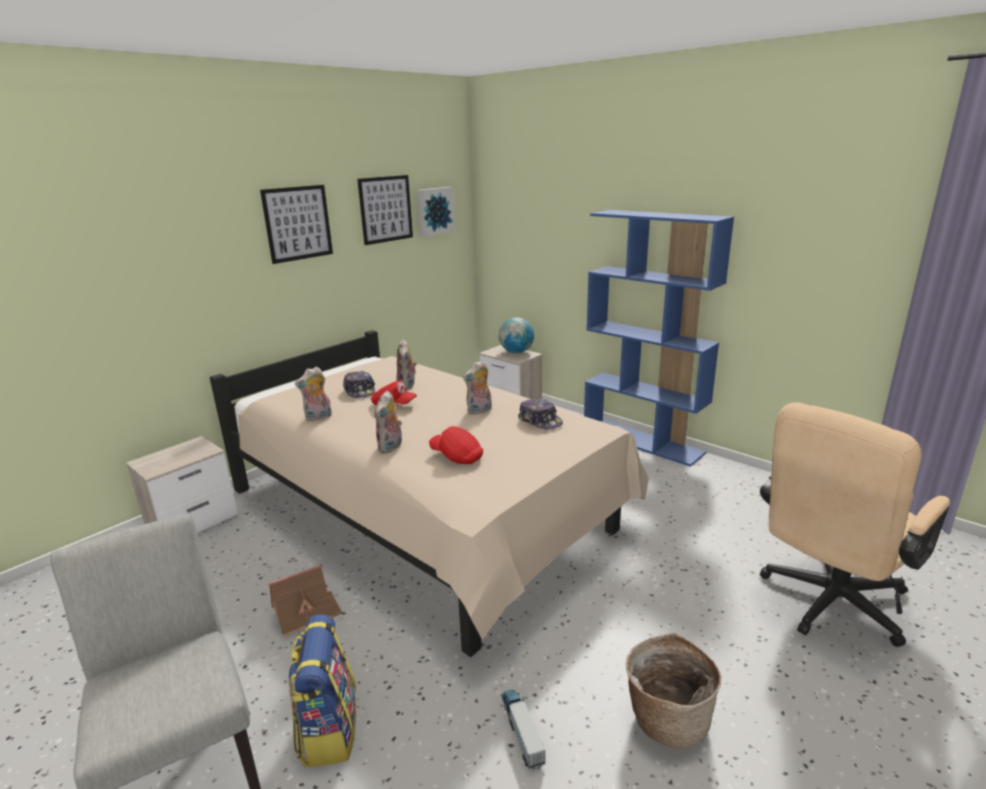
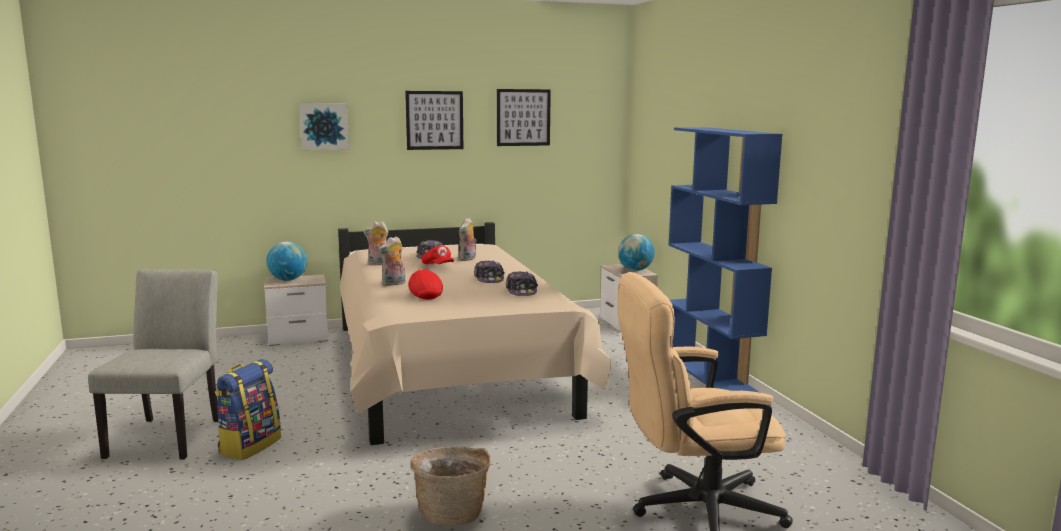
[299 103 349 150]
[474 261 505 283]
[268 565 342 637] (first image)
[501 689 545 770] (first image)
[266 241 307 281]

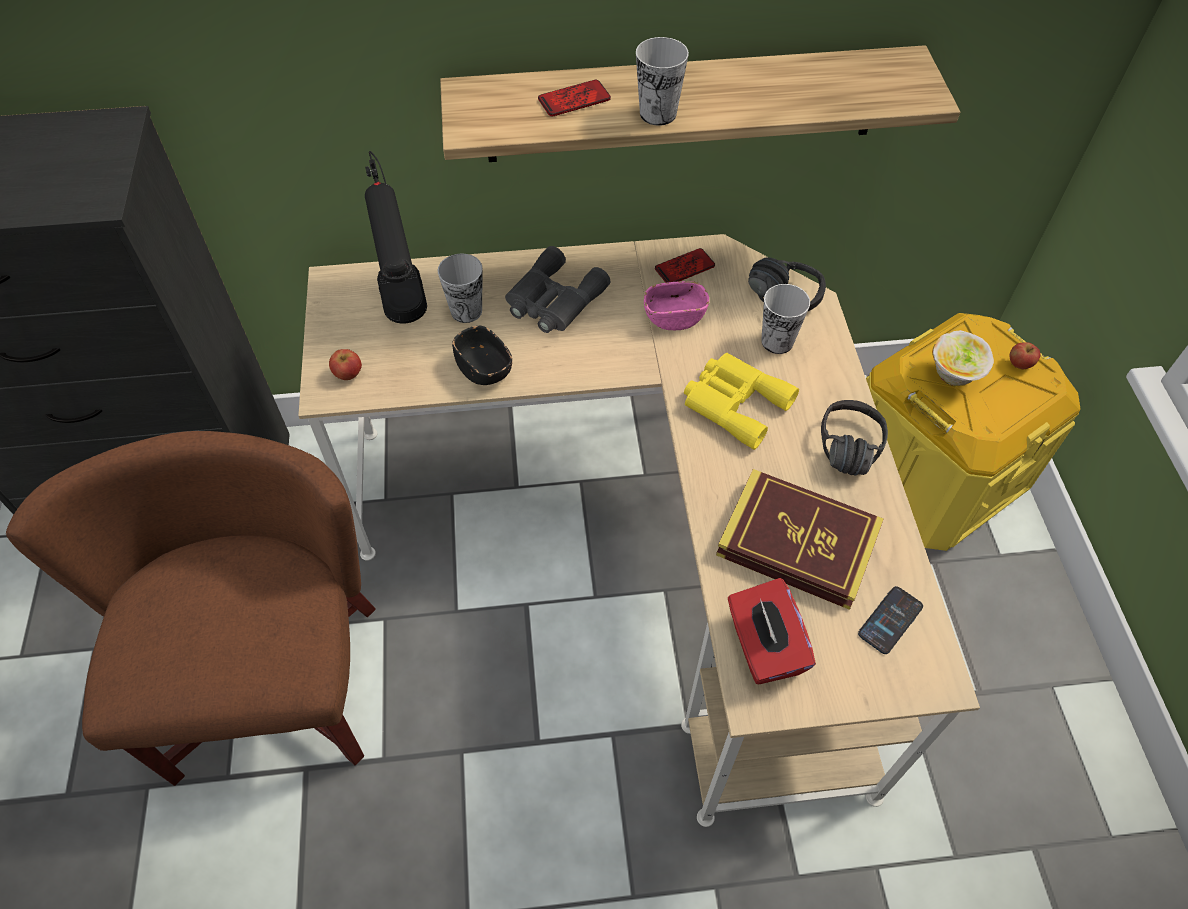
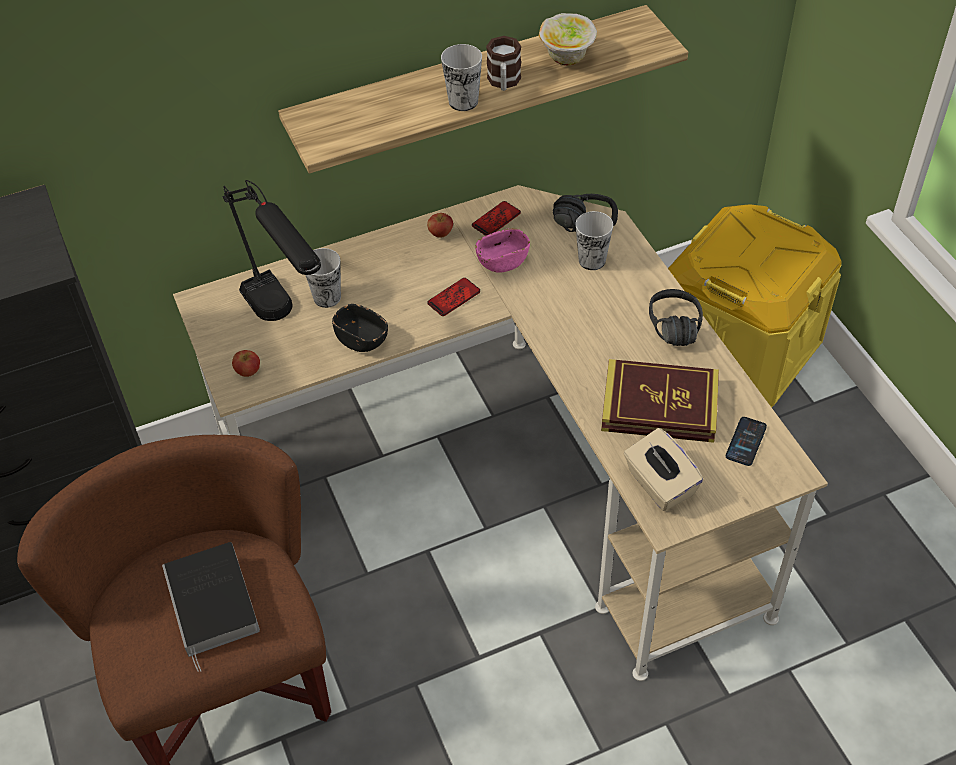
[427 278 480 316]
[505 246 611 333] (first image)
[539 13 597 66]
[427 213 453 238]
[684 353 799 450] (first image)
[624 428 704 511]
[486 36 521 91]
[162 542 260 672]

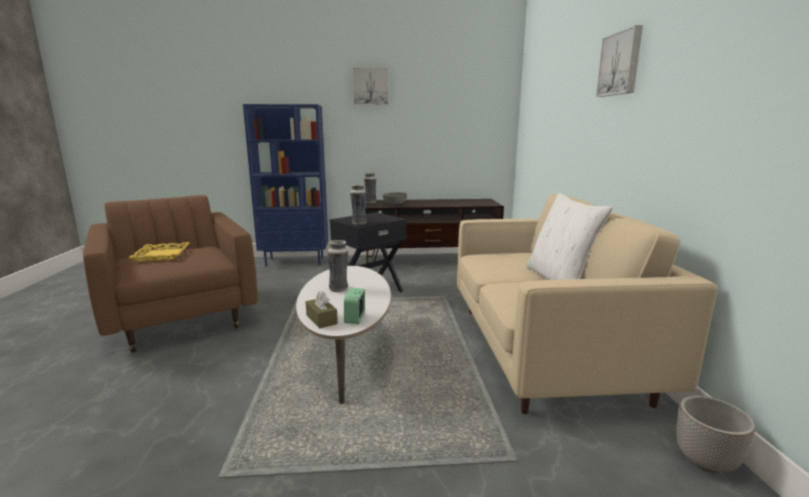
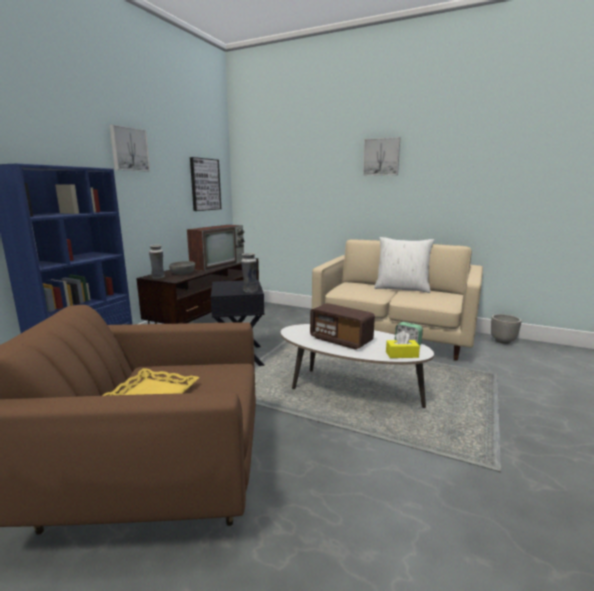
[310 303 375 350]
[386 331 420 358]
[190 157 221 211]
[187 225 245 271]

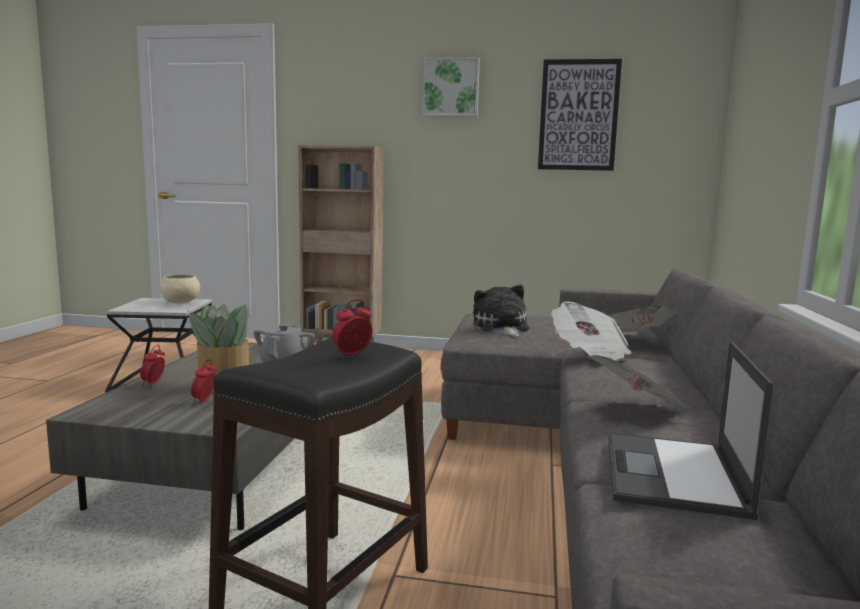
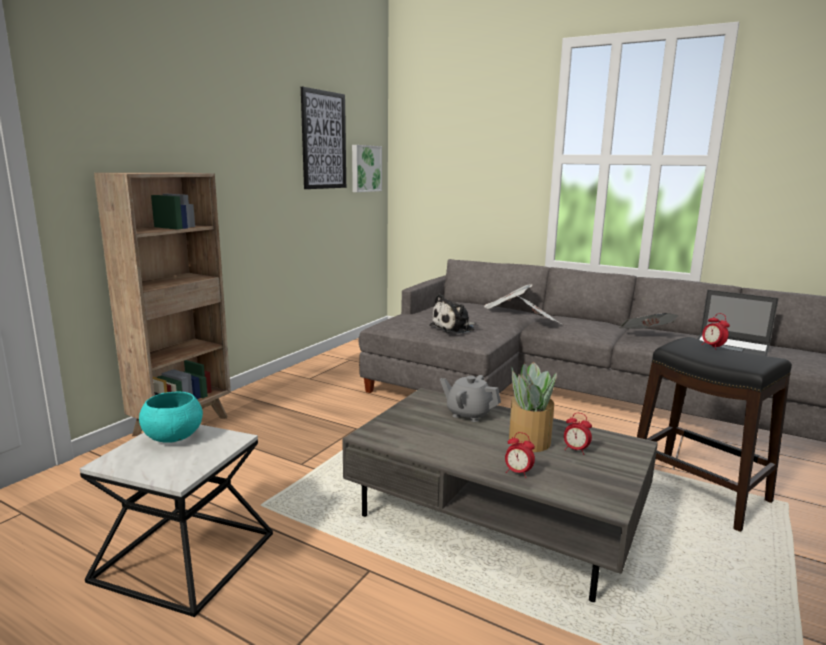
[352 145 382 192]
[139 391 203 443]
[429 294 476 334]

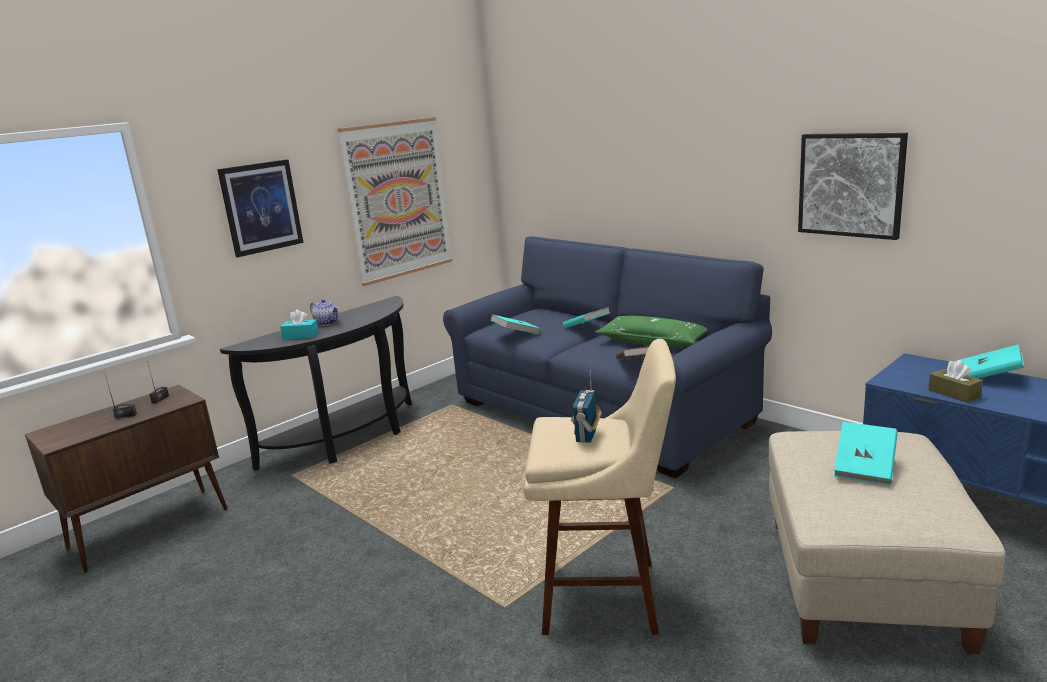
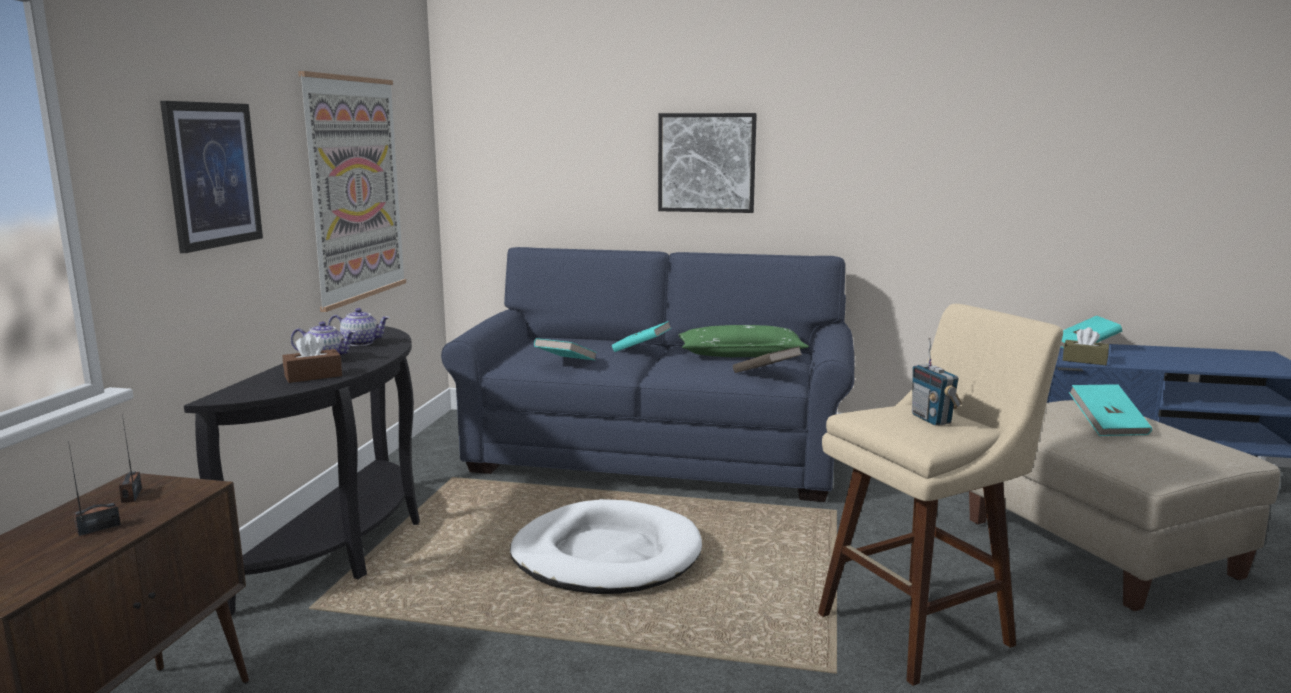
[658 113 757 213]
[283 333 342 383]
[328 308 390 346]
[510 499 702 594]

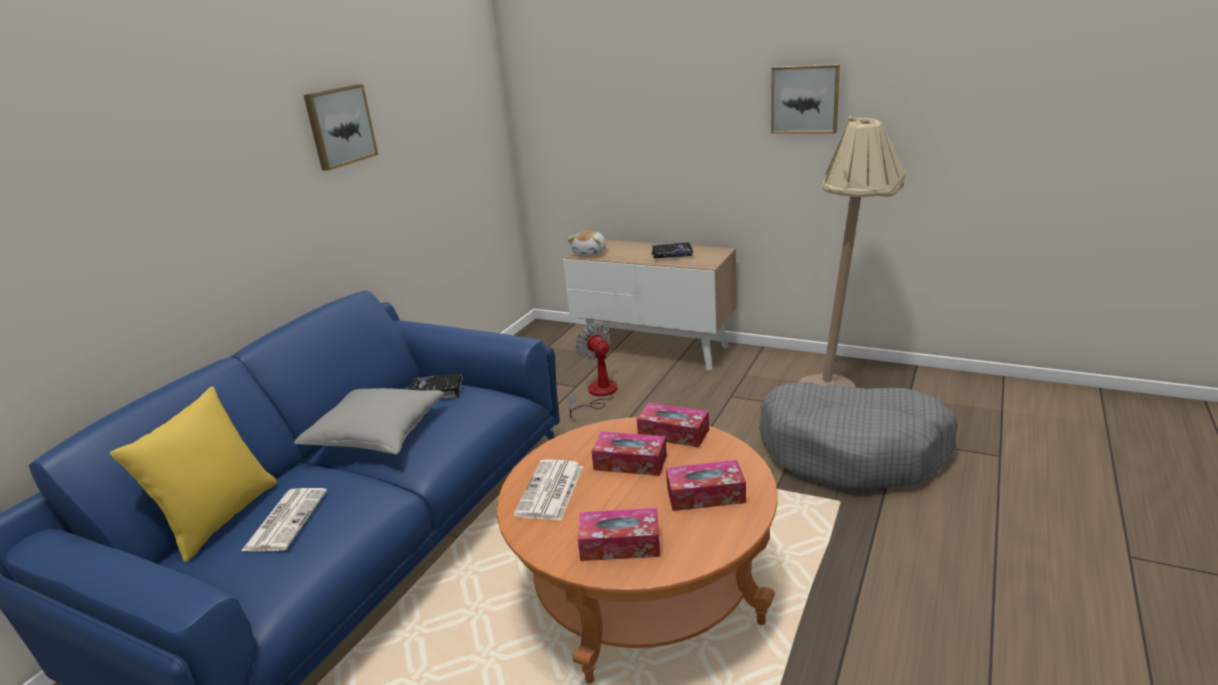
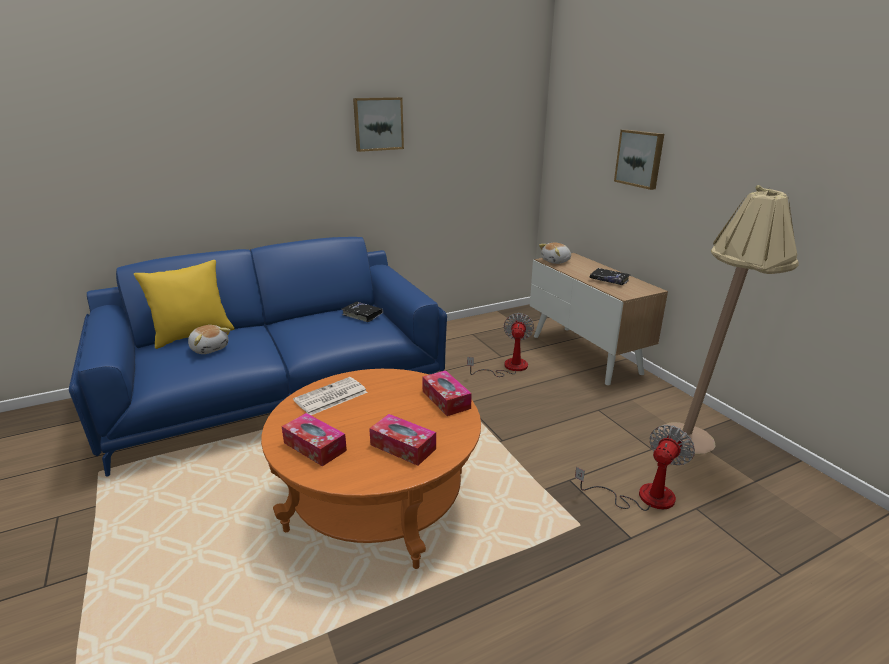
[614 129 664 190]
[575 425 695 511]
[294 388 444 455] (first image)
[591 432 667 476] (first image)
[188 325 230 354]

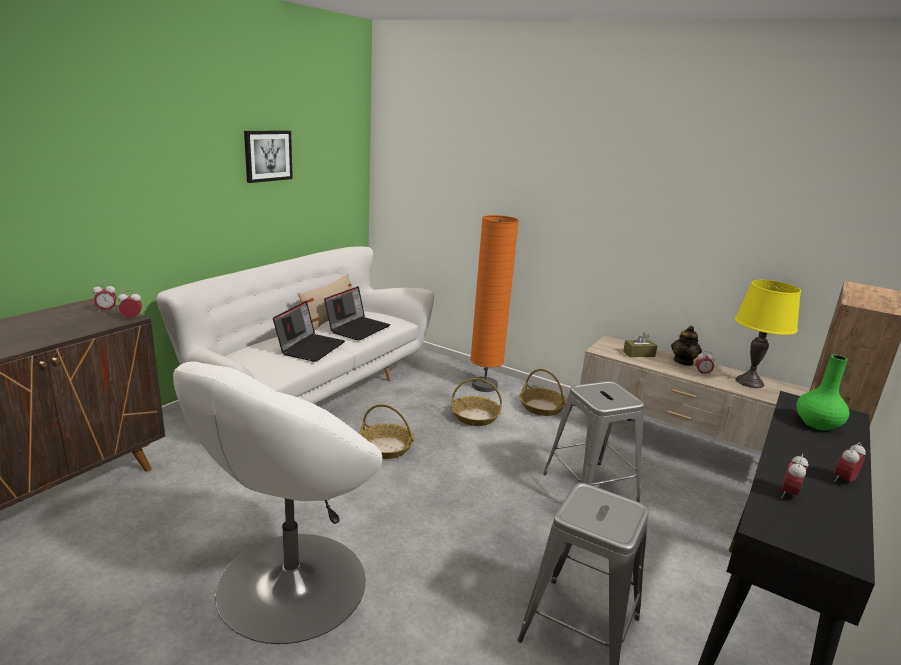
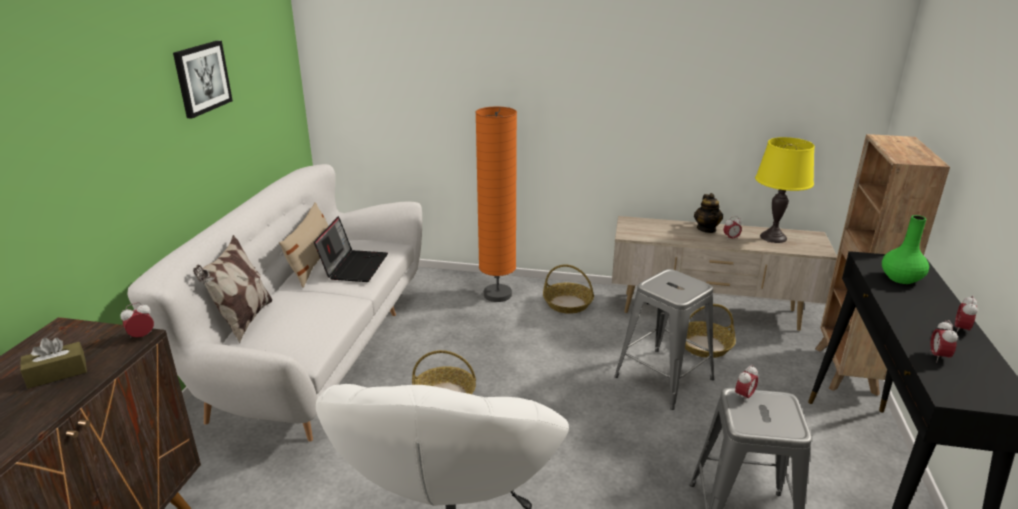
[735 365 758 403]
[273 301 345 362] (first image)
[20 338 87 389]
[685 304 736 358]
[193 235 272 343]

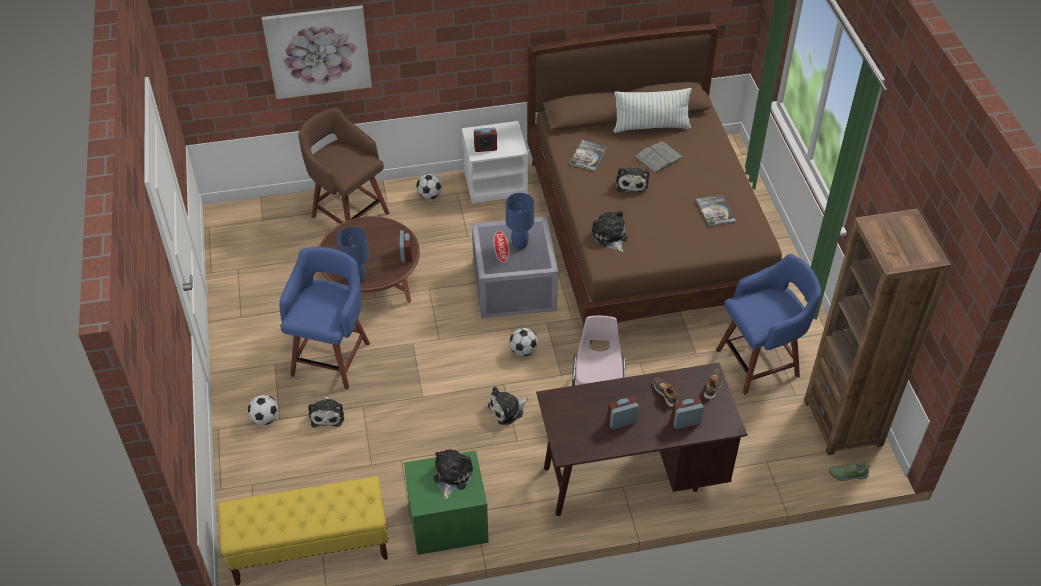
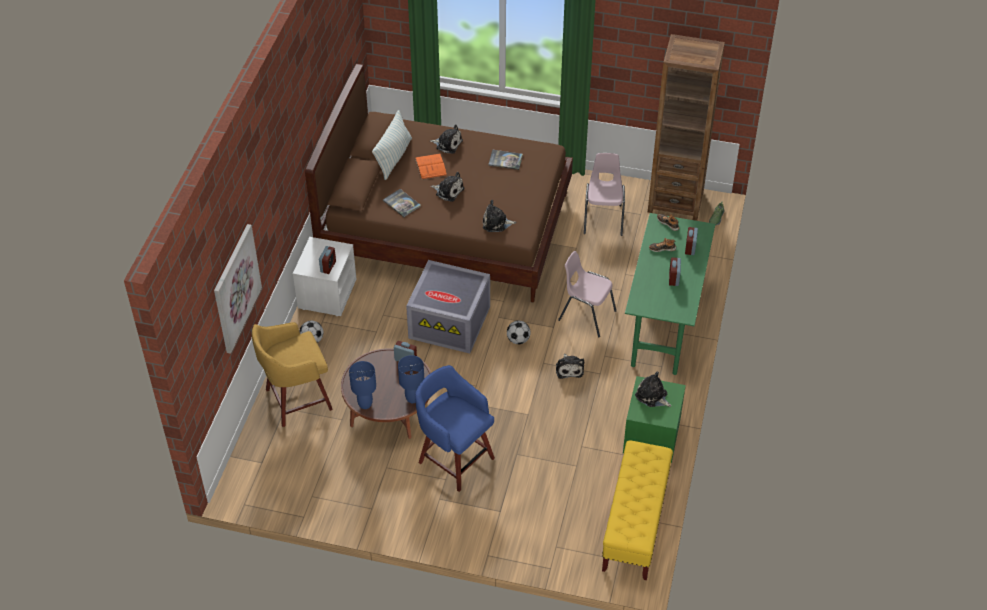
[252 322 333 427]
[415 154 447 180]
[349 361 376 409]
[584 153 625 236]
[625 213 715 375]
[248 395 279 425] (first image)
[430 124 463 153]

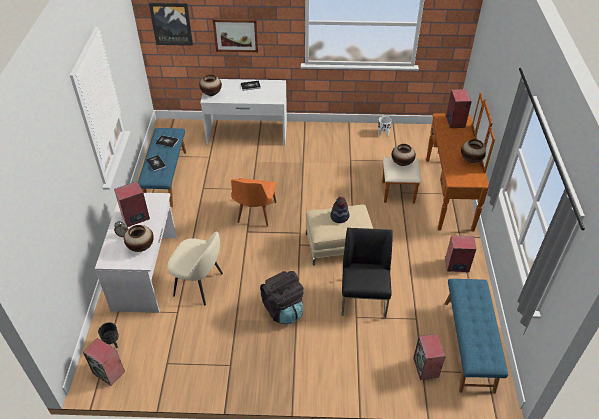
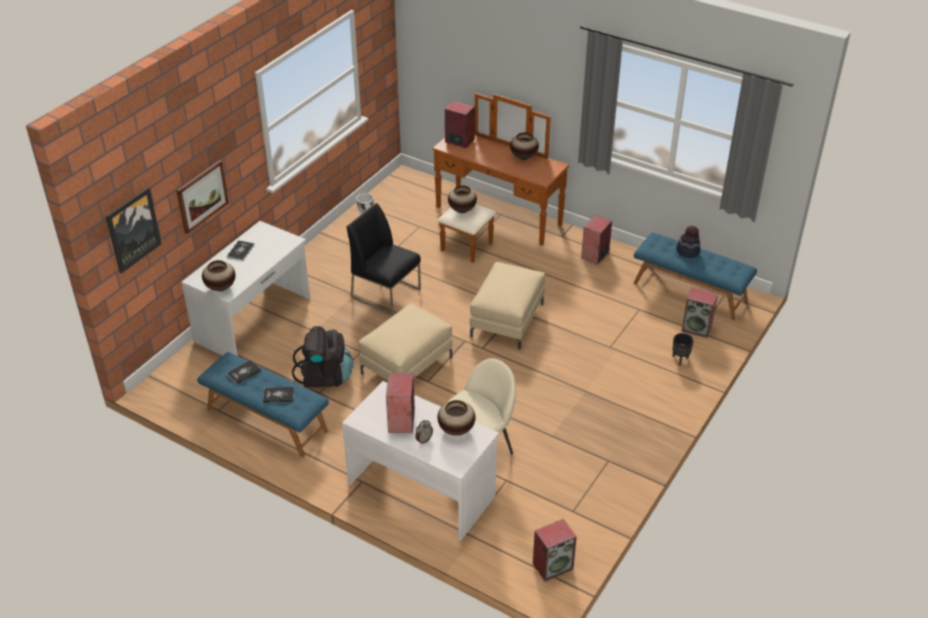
[359 304 453 380]
[676 225 700 258]
[346 203 421 315]
[292 326 354 388]
[673 333 694 366]

